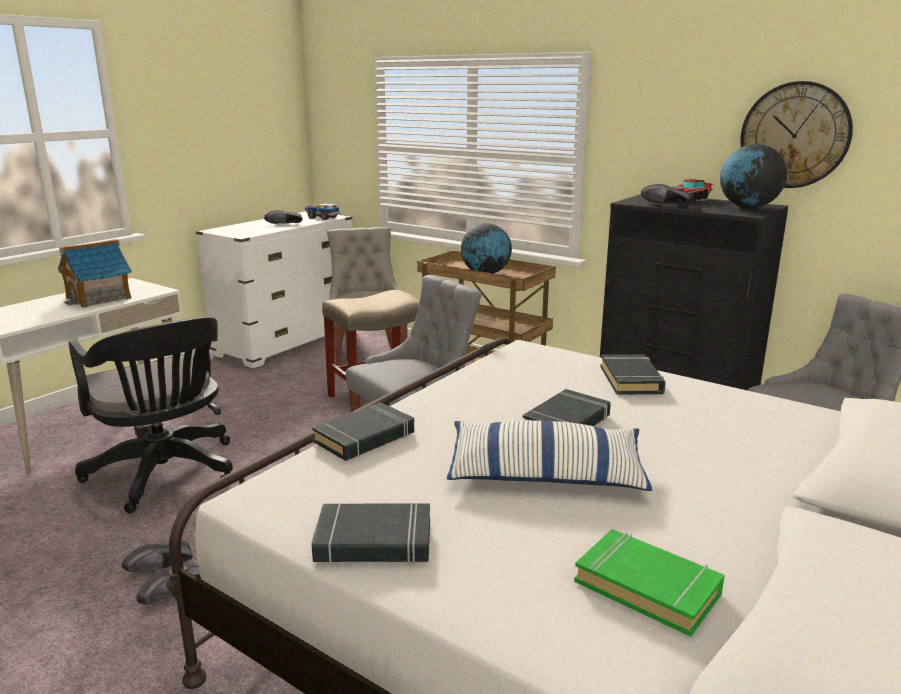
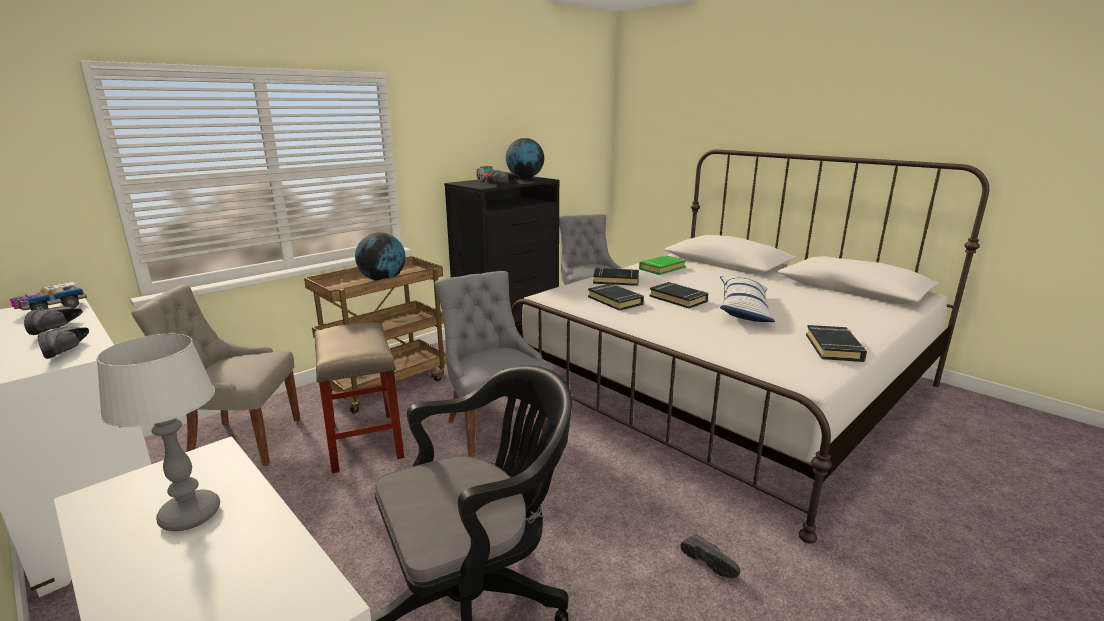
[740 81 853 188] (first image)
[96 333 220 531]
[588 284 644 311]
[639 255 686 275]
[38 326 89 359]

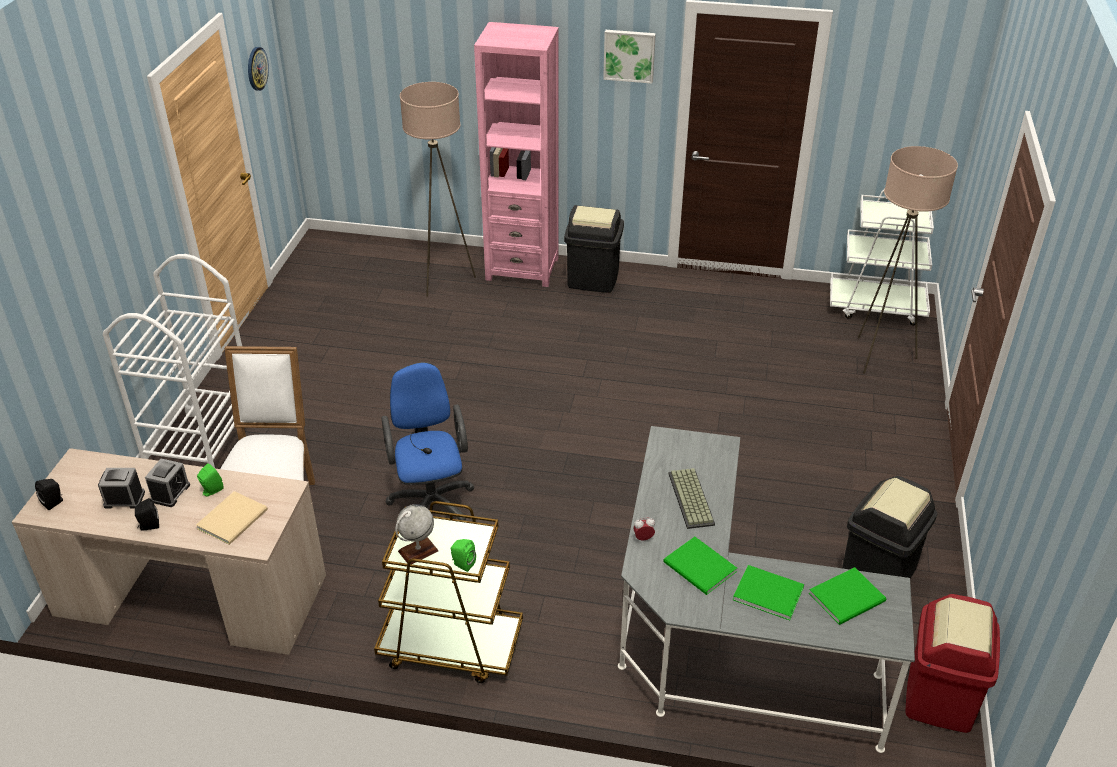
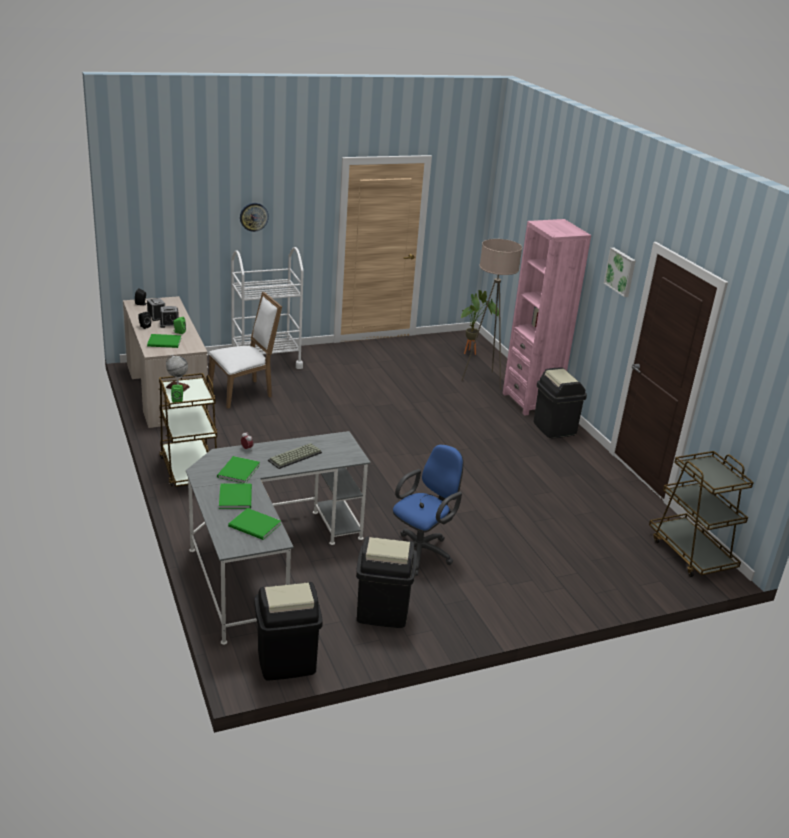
[240 203 269 232]
[858 146 958 374] (first image)
[649 451 754 577]
[393 444 463 576]
[147 334 181 348]
[254 582 323 681]
[461 290 499 355]

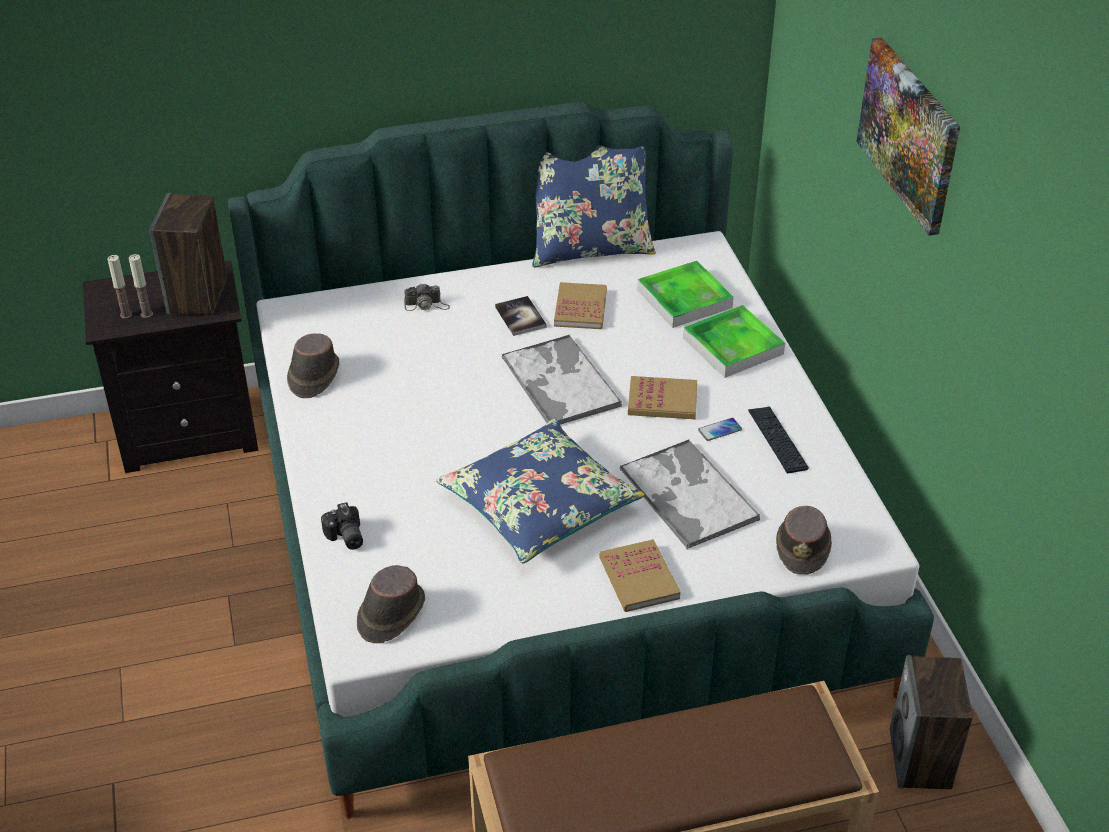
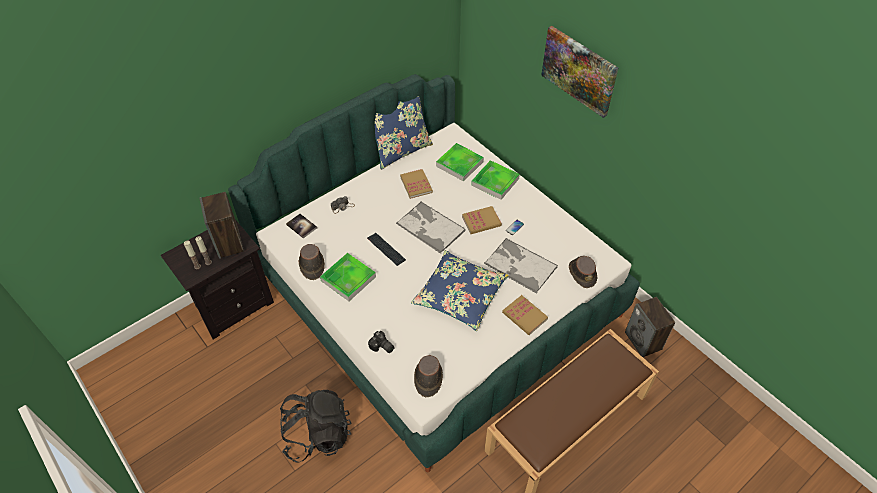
[286 214 317 239]
[367 233 406 266]
[320 253 376 301]
[280 390 352 463]

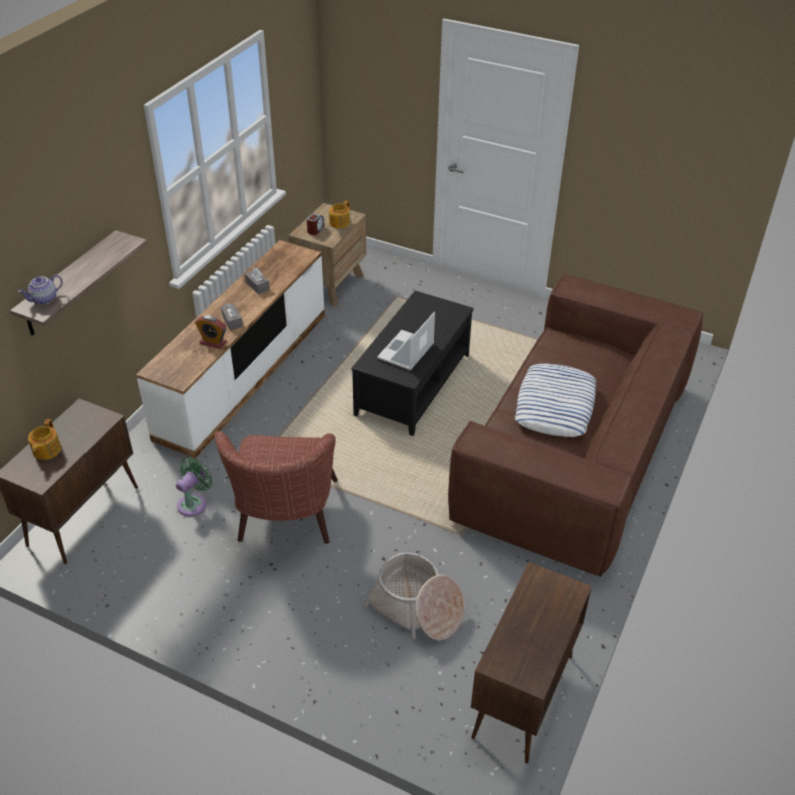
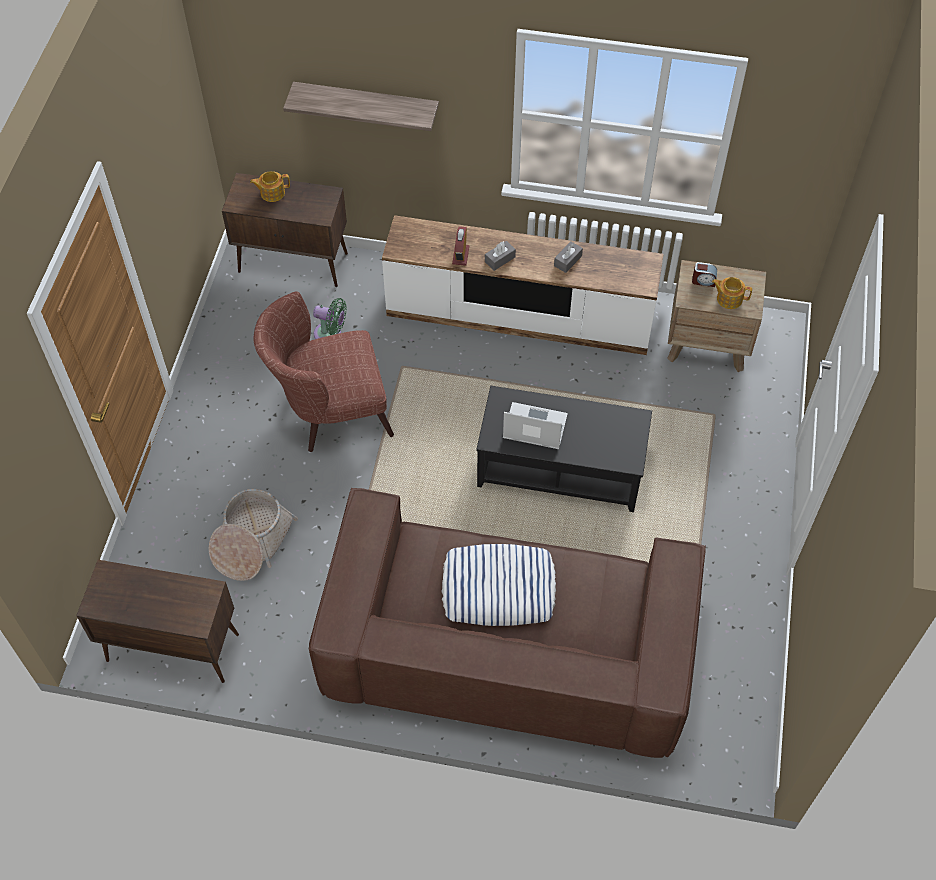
[18 275 63 304] (first image)

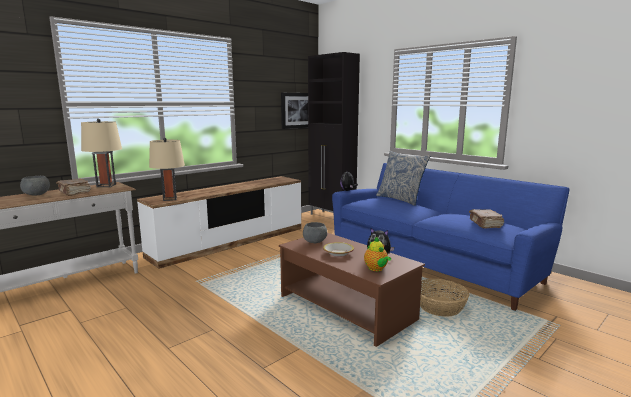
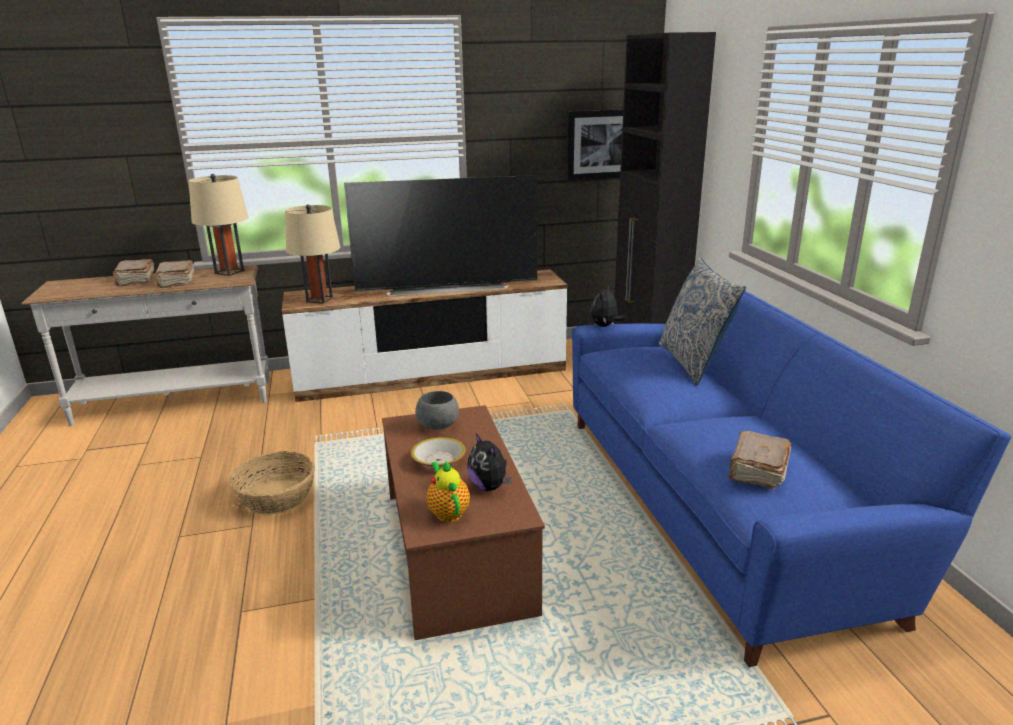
[113 259 154 286]
[426 461 470 522]
[230 451 315 515]
[344 175 537 296]

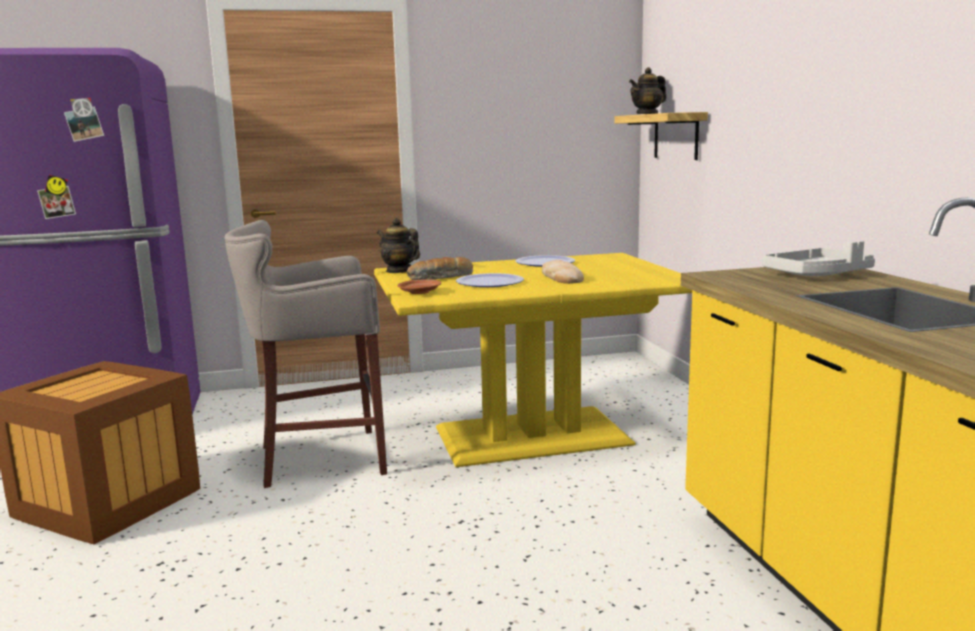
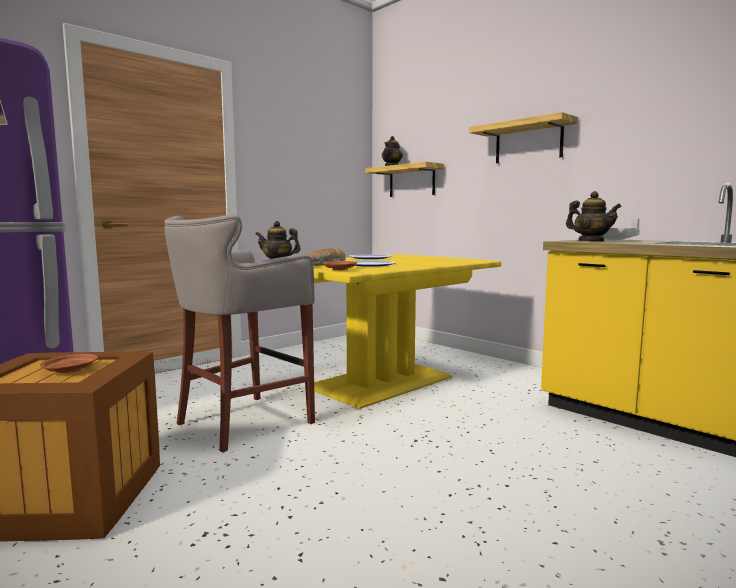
[542 260 584 284] (first image)
[469 112 578 163]
[566 191 622 242]
[40 354 98 373]

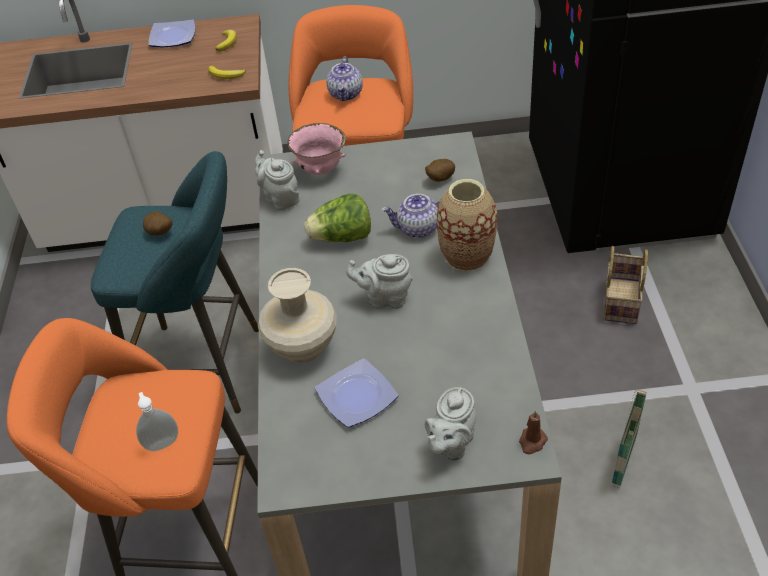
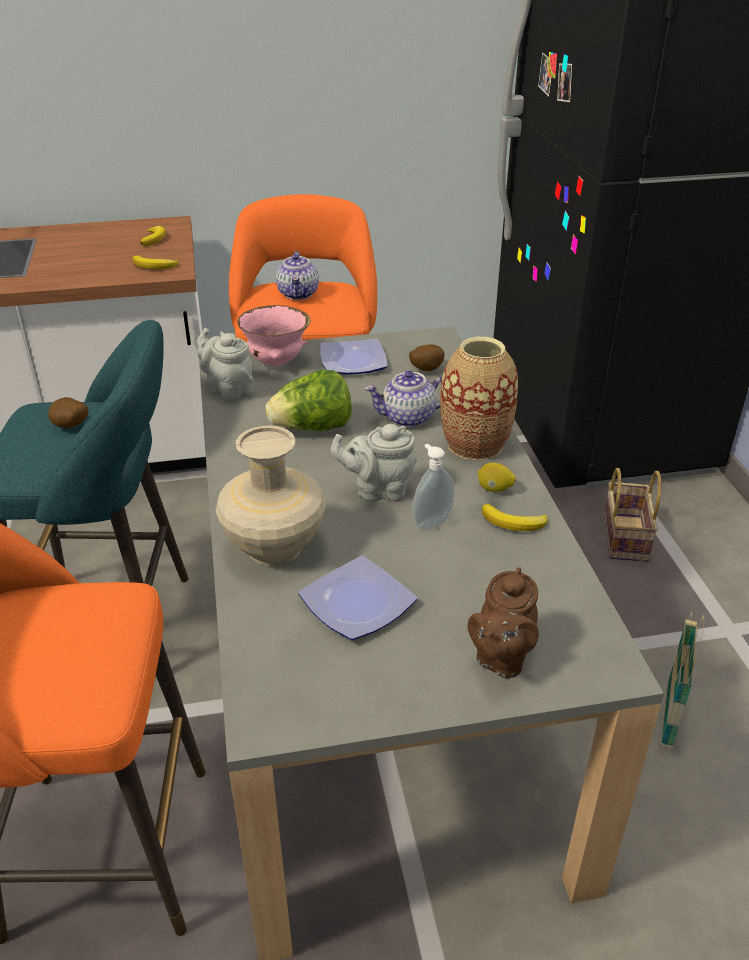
[320 338 387 375]
[468 567 539 678]
[413 444 455 530]
[519 411 548 454] (first image)
[478 462 516 492]
[482 504 547 531]

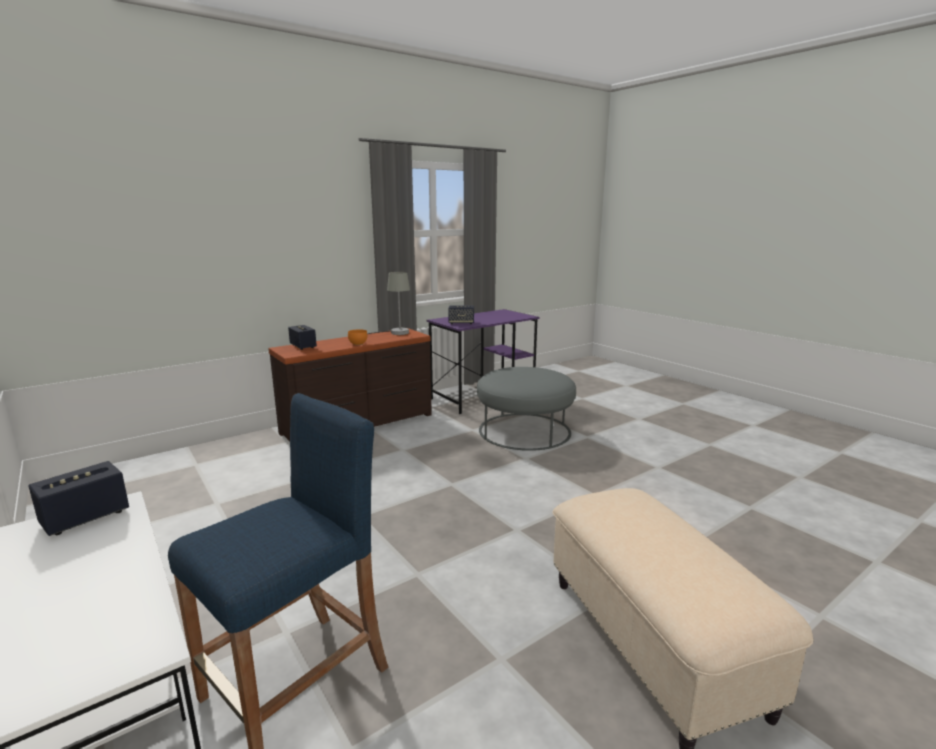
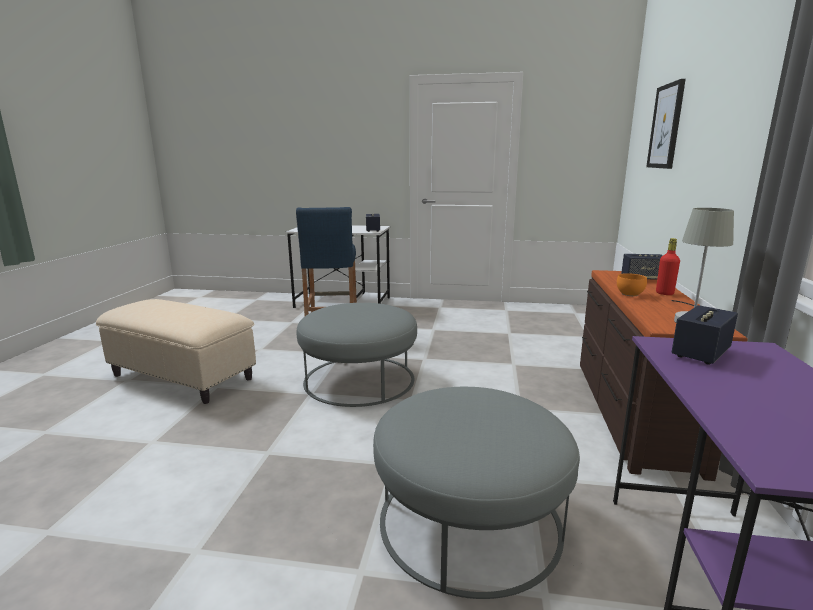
[646 79 686 169]
[656 238 680 295]
[297 303 417 407]

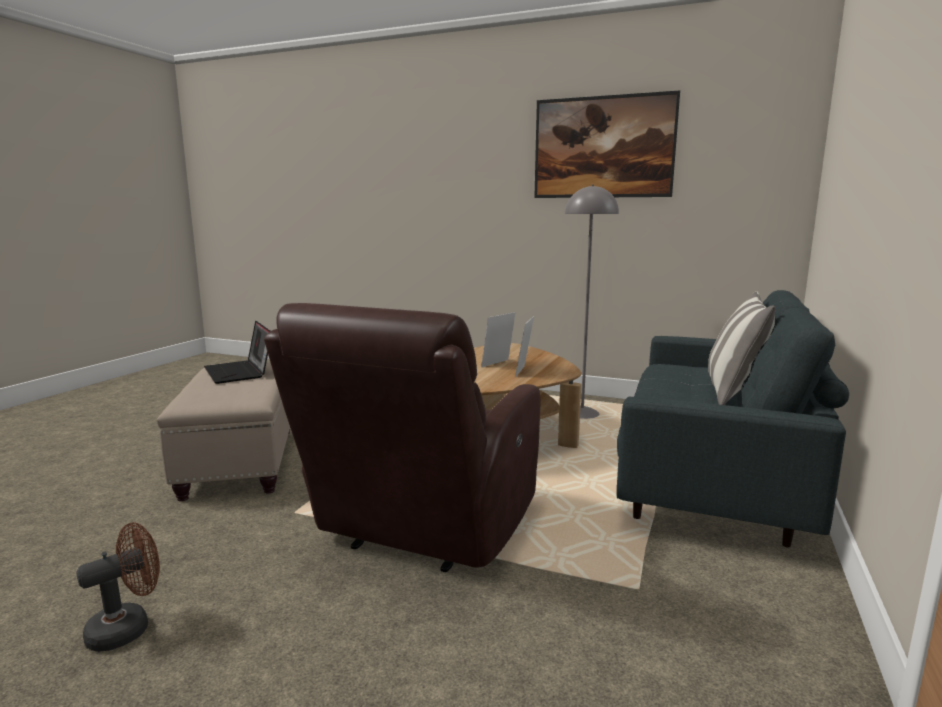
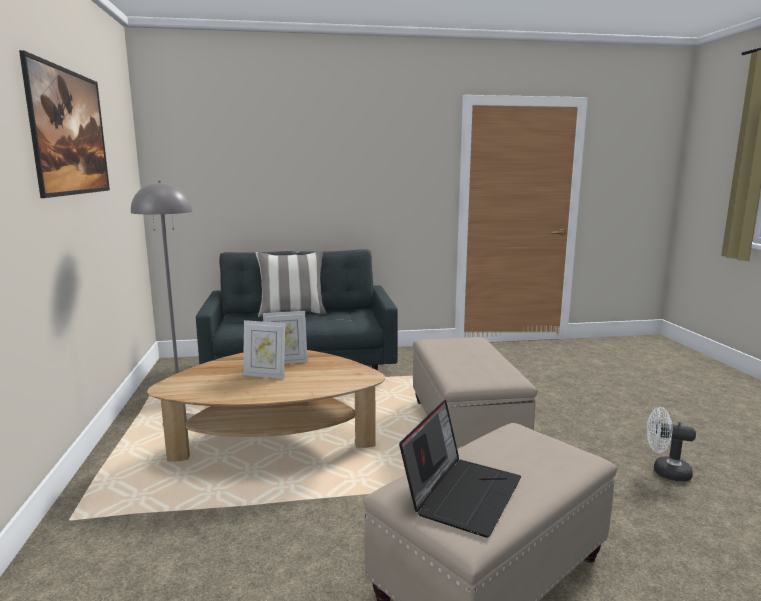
[413 337 537 449]
[647 407 696 482]

